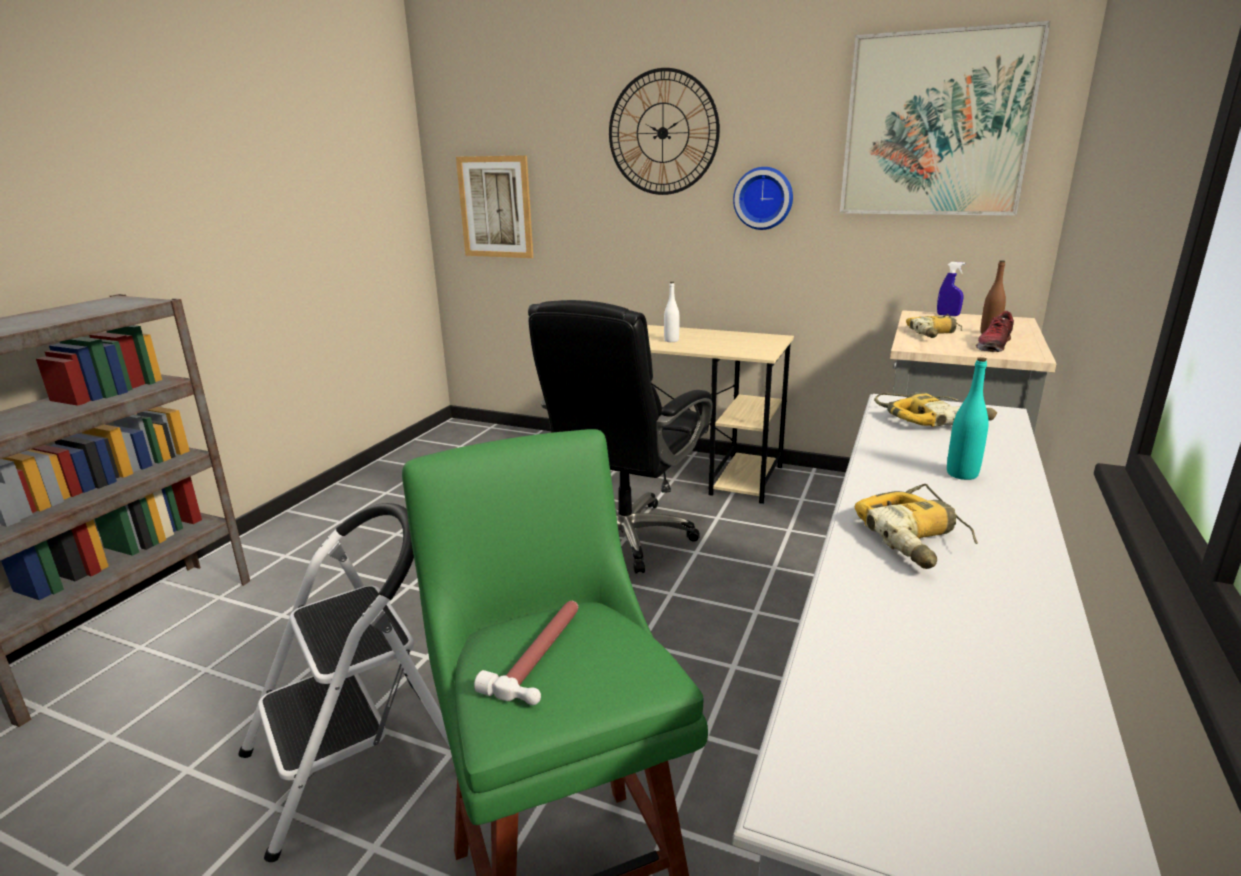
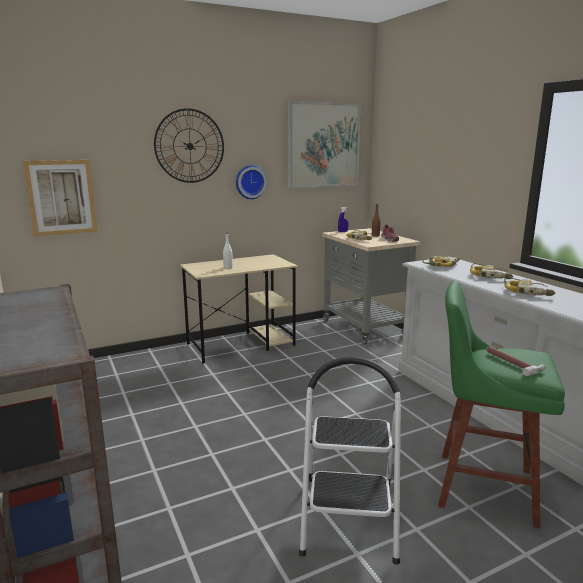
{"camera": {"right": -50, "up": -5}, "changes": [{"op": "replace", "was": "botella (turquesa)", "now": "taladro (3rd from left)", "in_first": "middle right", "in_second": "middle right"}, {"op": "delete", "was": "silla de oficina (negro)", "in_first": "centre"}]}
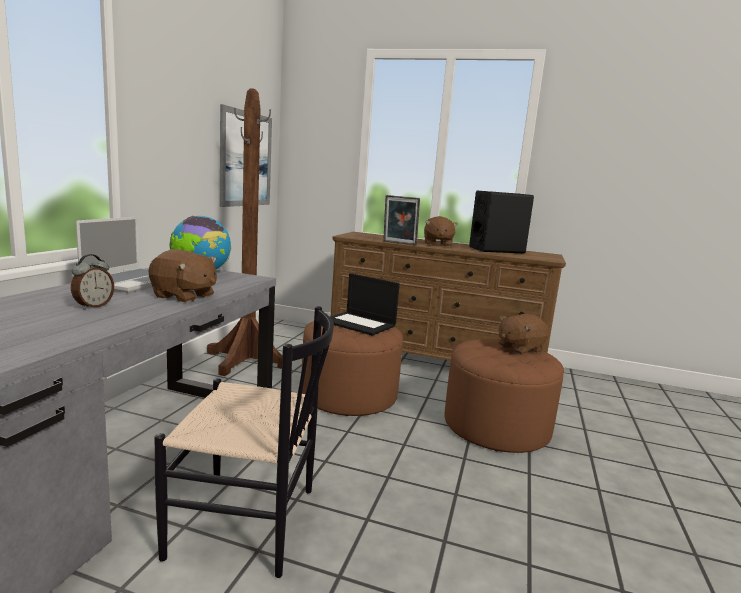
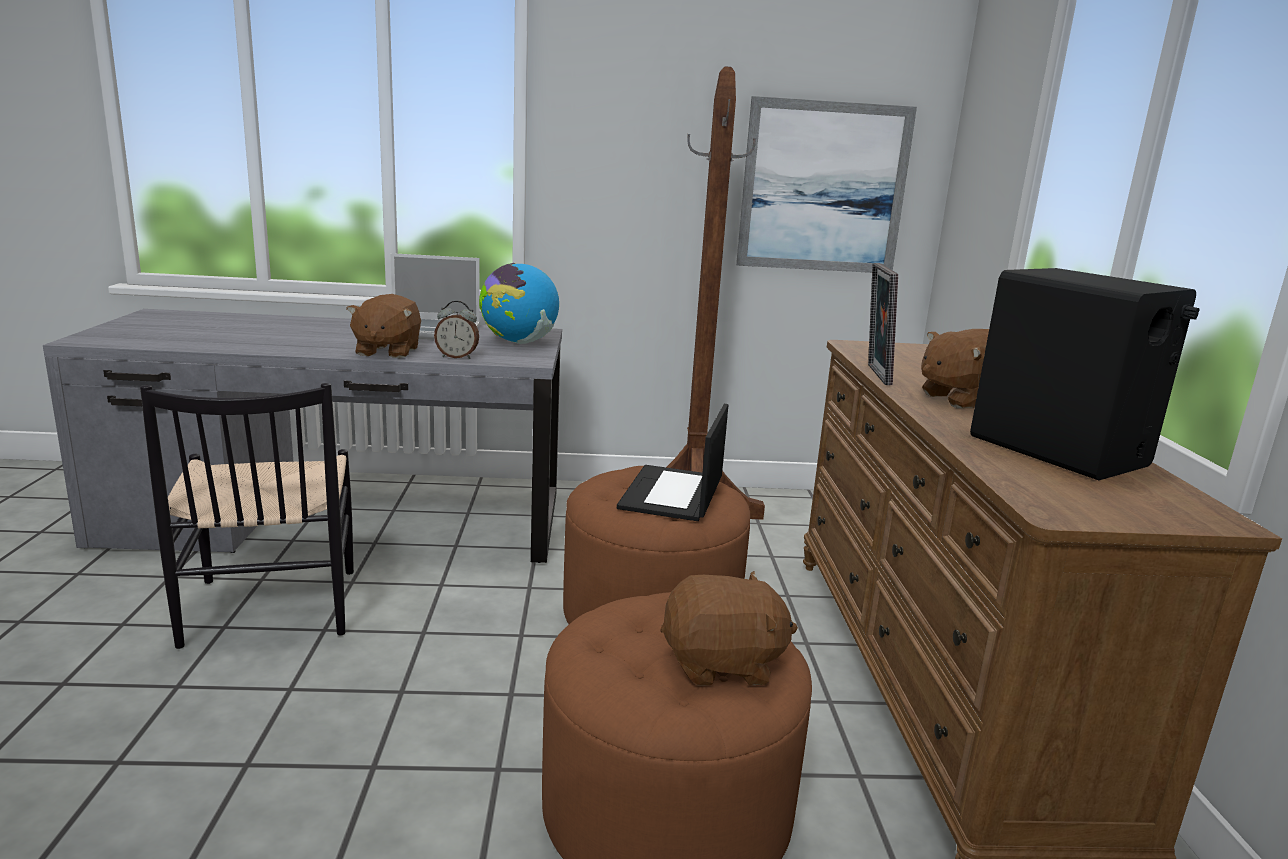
{"camera": {"right": 70, "up": 5}, "changes": [{"op": "move", "was": "despertador", "in_first": "middle left", "in_second": "centre"}, {"op": "rotate", "was": "peluche (marrón) (3rd from left in the first image)", "in_first": "middle right", "in_second": "bottom centre", "clockwise": 135}]}
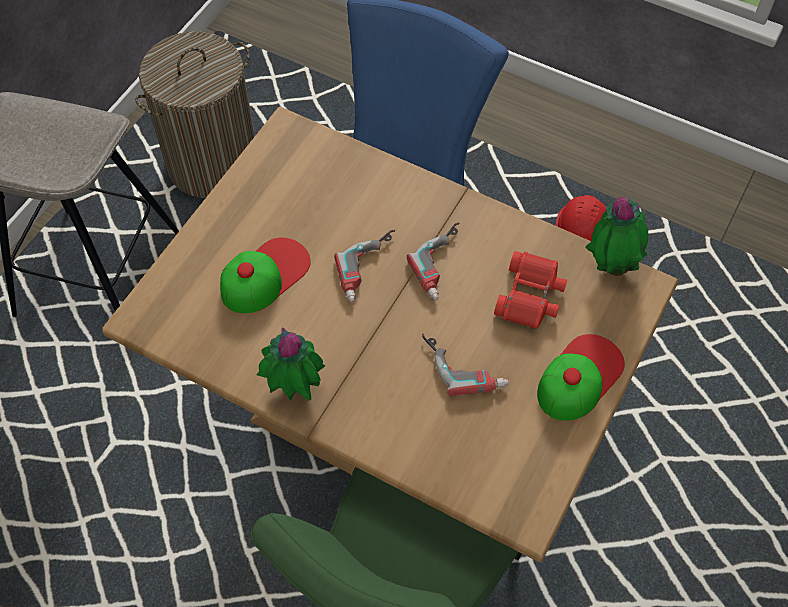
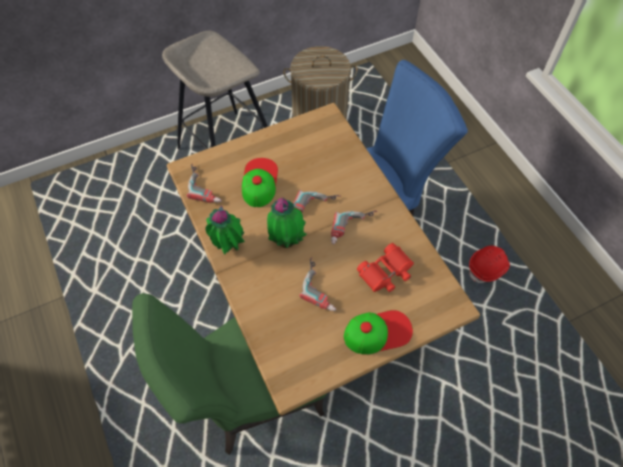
{"camera": {"right": 35, "up": 0}, "changes": [{"op": "insert", "now": "taladro (1st from left)", "in_second": "middle left"}, {"op": "rotate", "was": "gorra (1st from left)", "in_first": "centre", "in_second": "centre", "clockwise": -75}, {"op": "move", "was": "planta en maceta (2nd from left)", "in_first": "middle right", "in_second": "centre"}]}
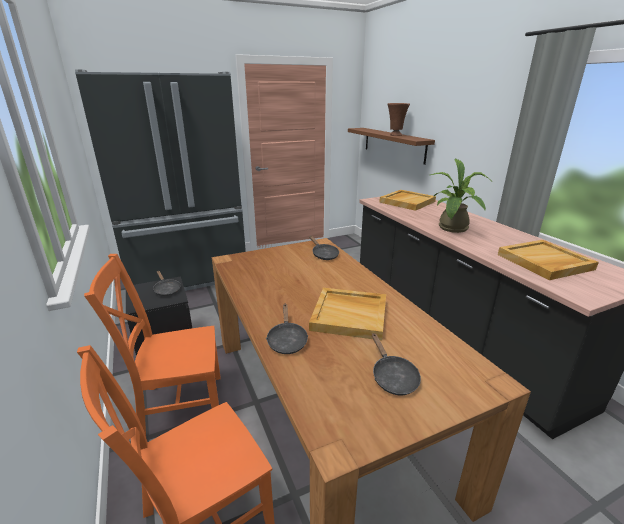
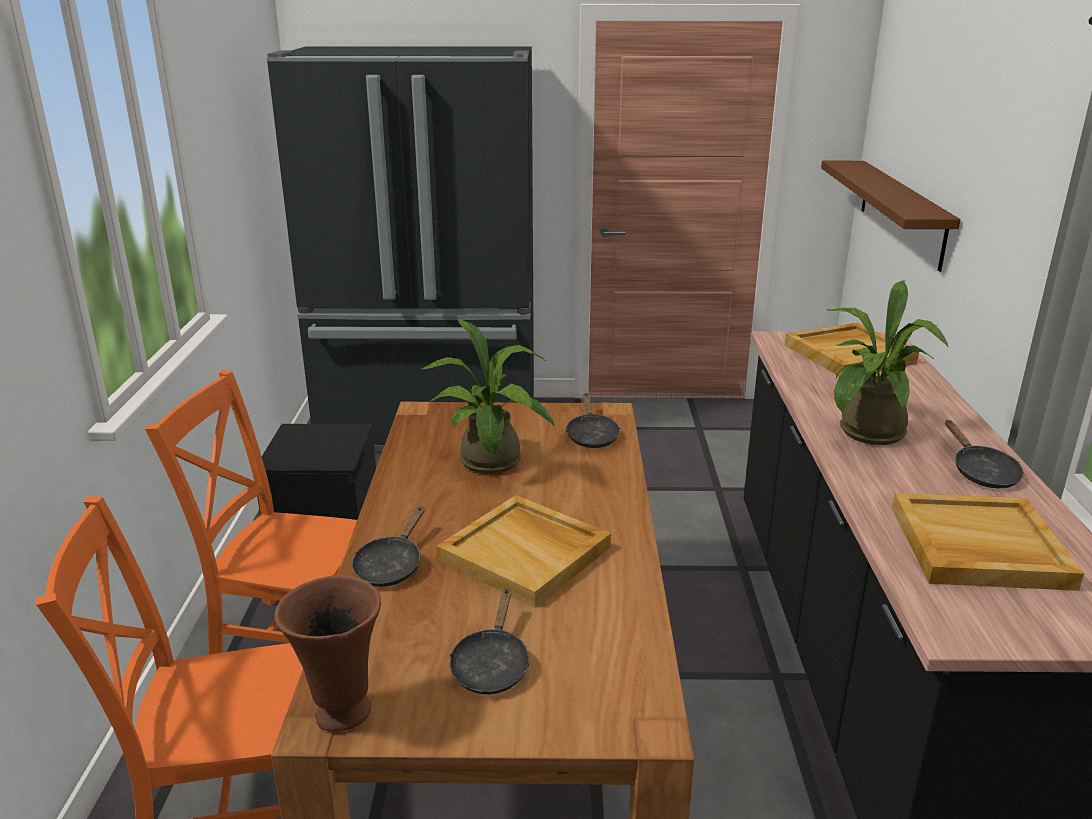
{"camera": {"right": 25, "up": 0}, "changes": [{"op": "move", "was": "florero (marrón)", "in_first": "top centre", "in_second": "bottom left"}, {"op": "insert", "now": "planta en maceta (1st from left)", "in_second": "centre"}, {"op": "move", "was": "sartén (negro) (1st from left in the first image)", "now": "sartén (negro) (4th from left)", "in_first": "middle left", "in_second": "middle right"}]}
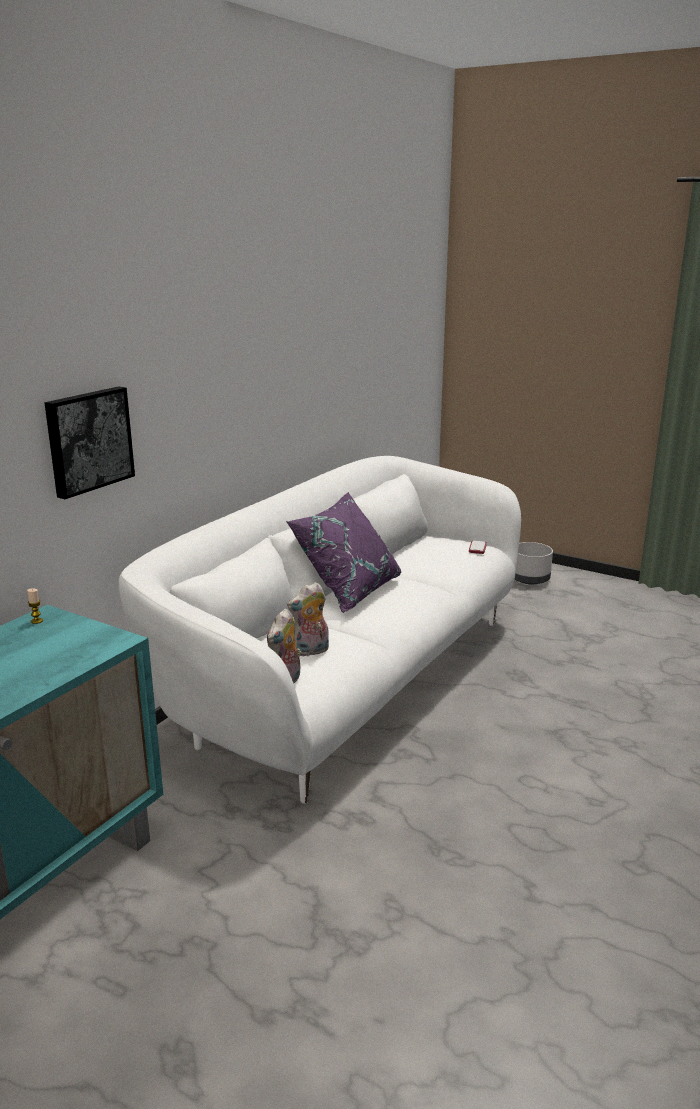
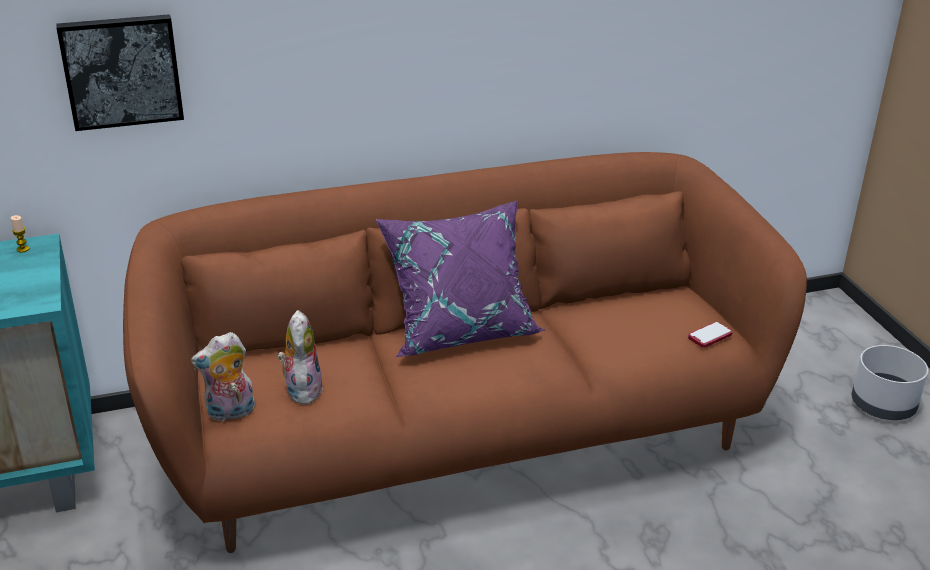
{"camera": {"right": 40, "up": 10}, "changes": [{"op": "recolor", "was": "sofá (blanco)", "now": "sofá (marrón)", "in_first": "centre", "in_second": "centre"}, {"op": "rotate", "was": "peluche (2nd from left)", "in_first": "centre", "in_second": "middle left", "clockwise": 75}]}
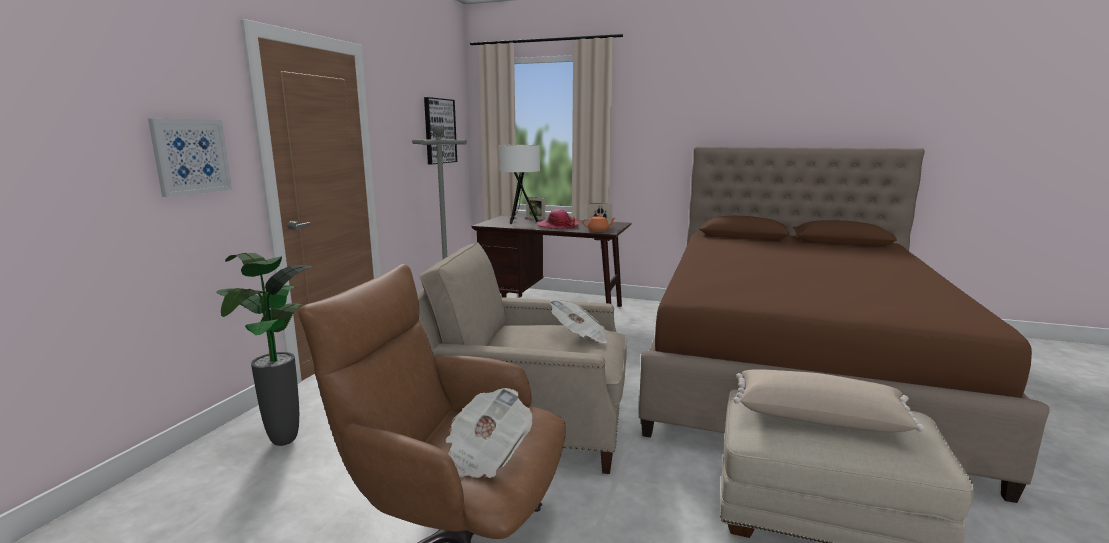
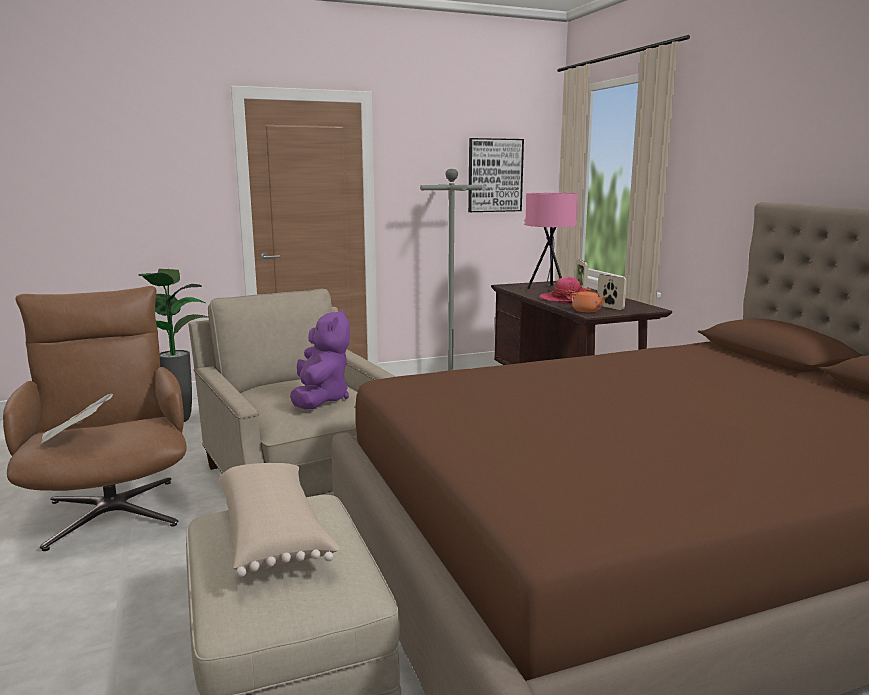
{"camera": {"right": 50, "up": 0}, "changes": [{"op": "replace", "was": "periódico (2nd from left)", "now": "peluche (morado)", "in_first": "centre", "in_second": "centre"}, {"op": "recolor", "was": "lámpara de mesa (blanco)", "now": "lámpara de mesa (rosa)", "in_first": "centre", "in_second": "centre"}, {"op": "delete", "was": "cuadro (1st from left)", "in_first": "top left"}]}
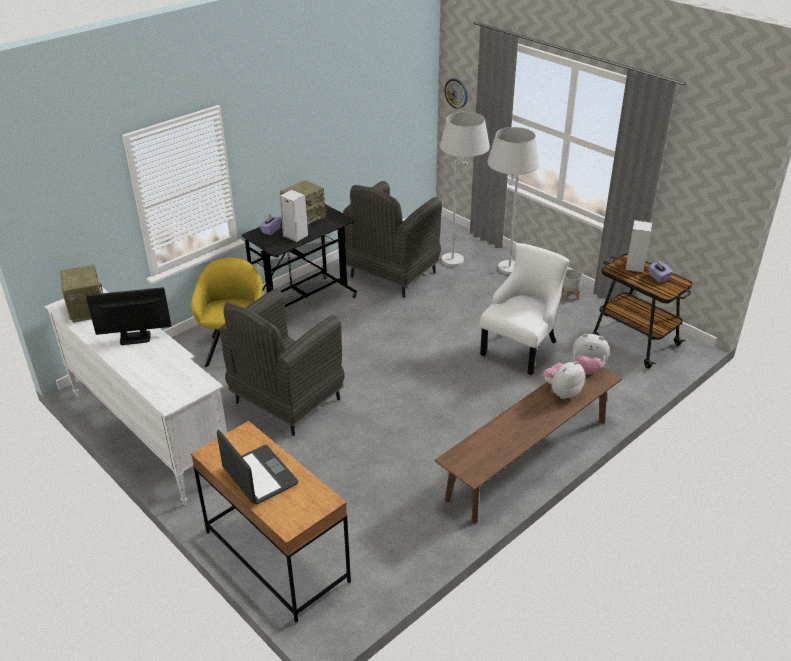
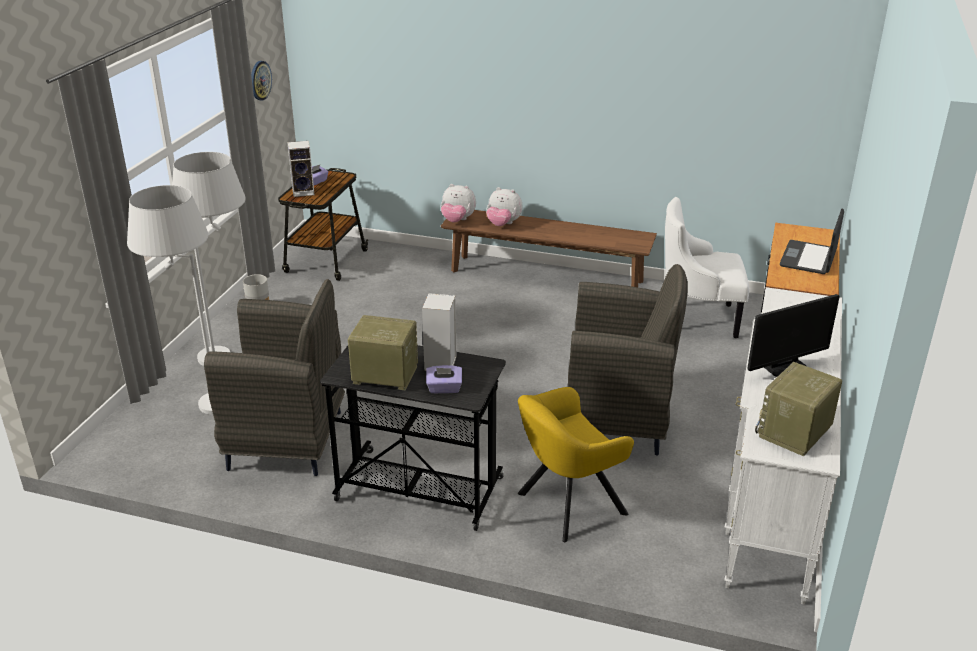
{"camera": {"right": -120, "up": -5}, "changes": [{"op": "move", "was": "reloj de pared", "in_first": "top centre", "in_second": "top left"}, {"op": "rotate", "was": "peluche (2nd from left in the first image)", "in_first": "middle right", "in_second": "top centre", "clockwise": 120}, {"op": "move", "was": "silla (blanco)", "in_first": "centre", "in_second": "middle right"}, {"op": "rotate", "was": "monitor", "in_first": "middle left", "in_second": "middle right", "clockwise": -75}]}
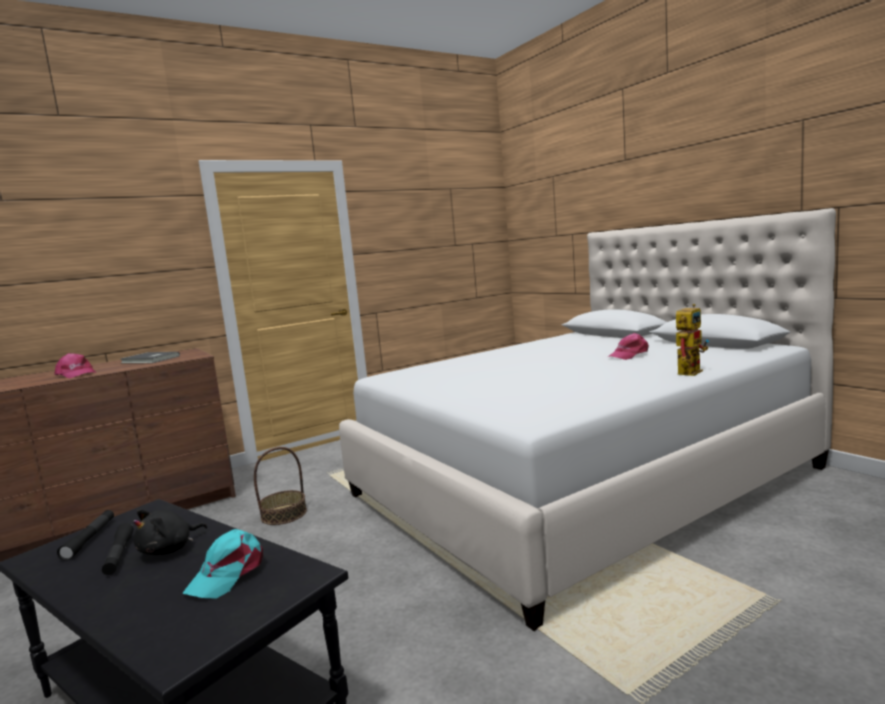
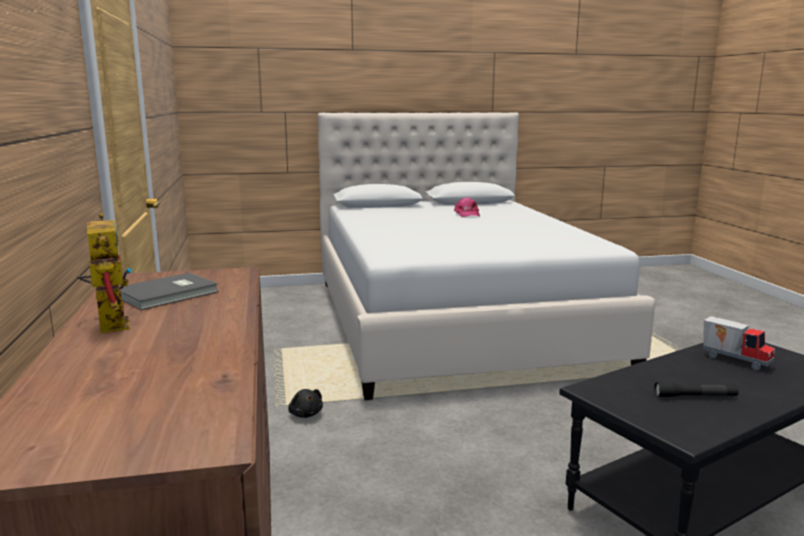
{"camera": {"right": -70, "up": 5}, "changes": [{"op": "move", "was": "robot de juguete", "in_first": "middle right", "in_second": "middle left"}, {"op": "move", "was": "peluche (negro)", "in_first": "bottom left", "in_second": "bottom centre"}, {"op": "replace", "was": "gorra (turquesa)", "now": "camión de juguete", "in_first": "bottom left", "in_second": "middle right"}, {"op": "delete", "was": "gorra (rosa) (1st from left)", "in_first": "middle left"}, {"op": "delete", "was": "linterna (negro) (1st from left)", "in_first": "bottom left"}, {"op": "delete", "was": "cesta", "in_first": "bottom left"}]}
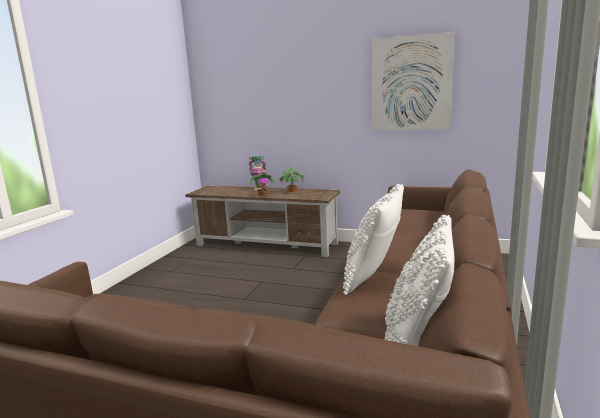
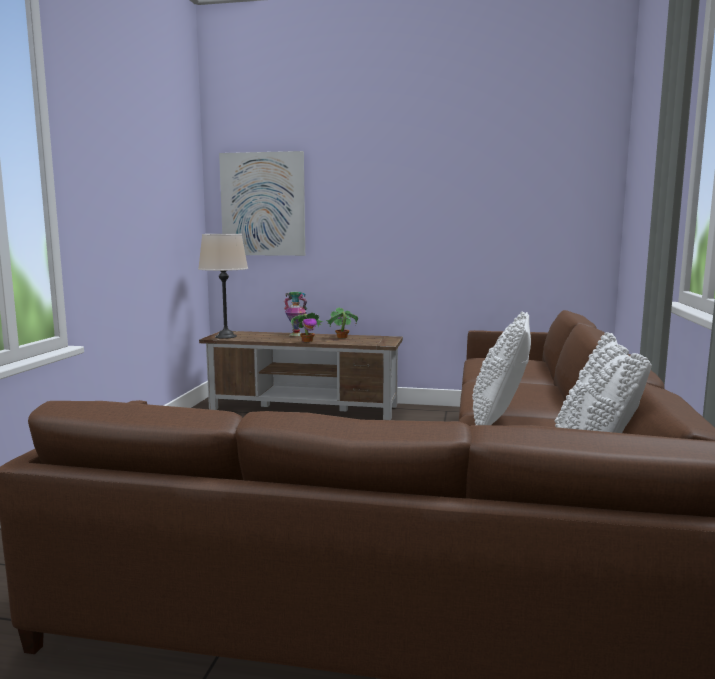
{"camera": {"right": -10, "up": -5}, "changes": [{"op": "insert", "now": "lámpara de mesa (beis)", "in_second": "middle left"}, {"op": "move", "was": "cuadro", "in_first": "top right", "in_second": "top centre"}]}
